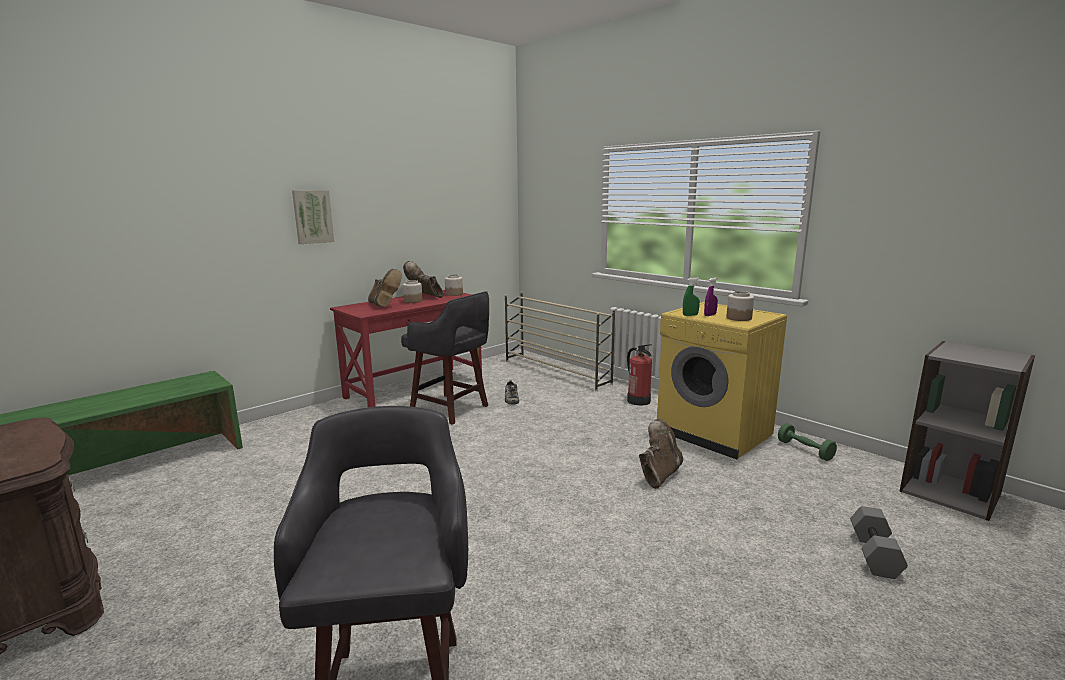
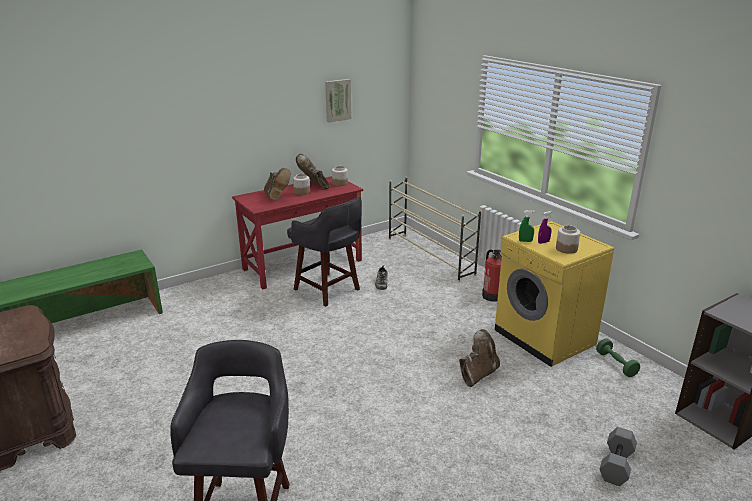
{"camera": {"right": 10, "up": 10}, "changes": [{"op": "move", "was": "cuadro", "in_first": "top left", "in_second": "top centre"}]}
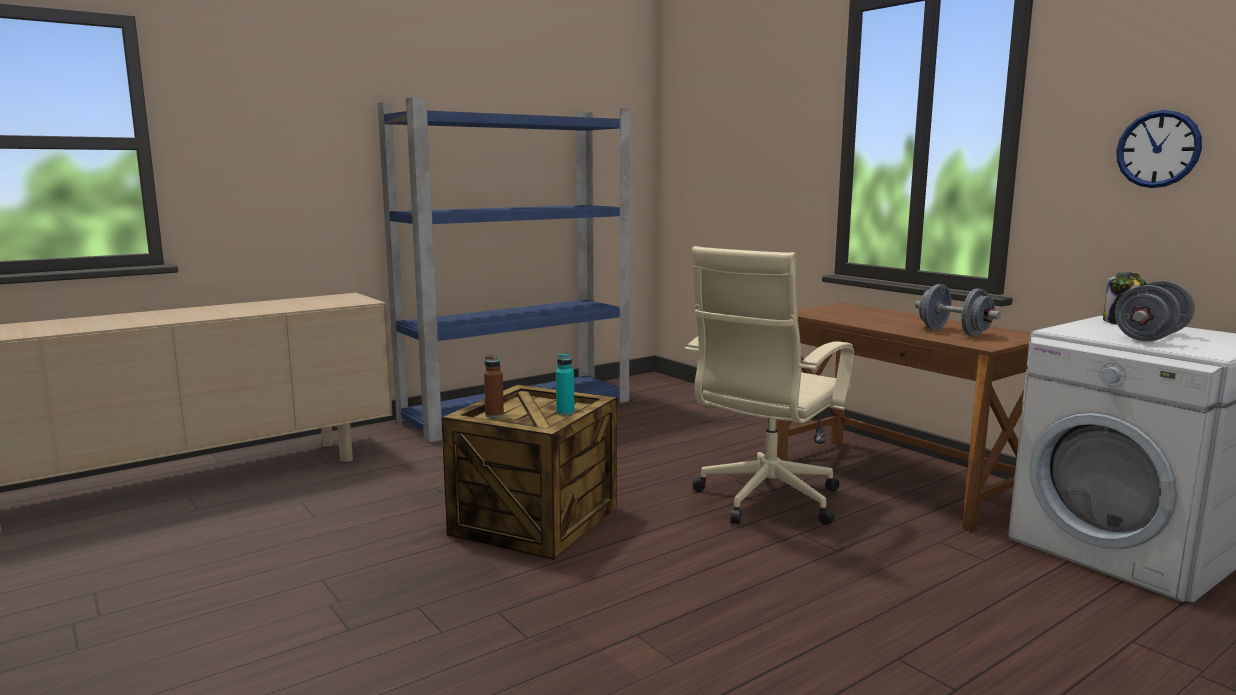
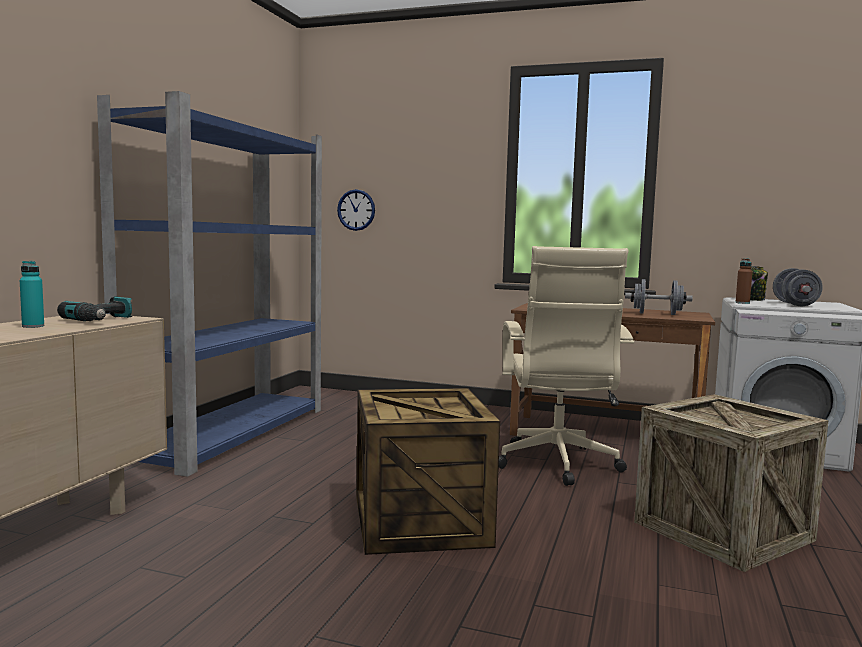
{"camera": {"right": -35, "up": -5}, "changes": [{"op": "move", "was": "botella (turquesa)", "in_first": "centre", "in_second": "middle left"}, {"op": "insert", "now": "taladro", "in_second": "middle left"}, {"op": "move", "was": "reloj de pared", "in_first": "top right", "in_second": "top centre"}, {"op": "insert", "now": "caja de embalaje (2nd from left)", "in_second": "bottom right"}, {"op": "move", "was": "botella (marrón)", "in_first": "centre", "in_second": "middle right"}]}
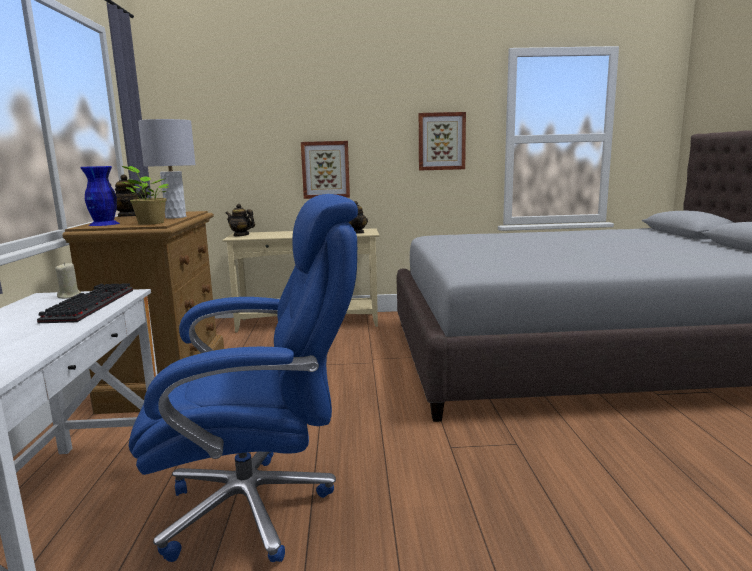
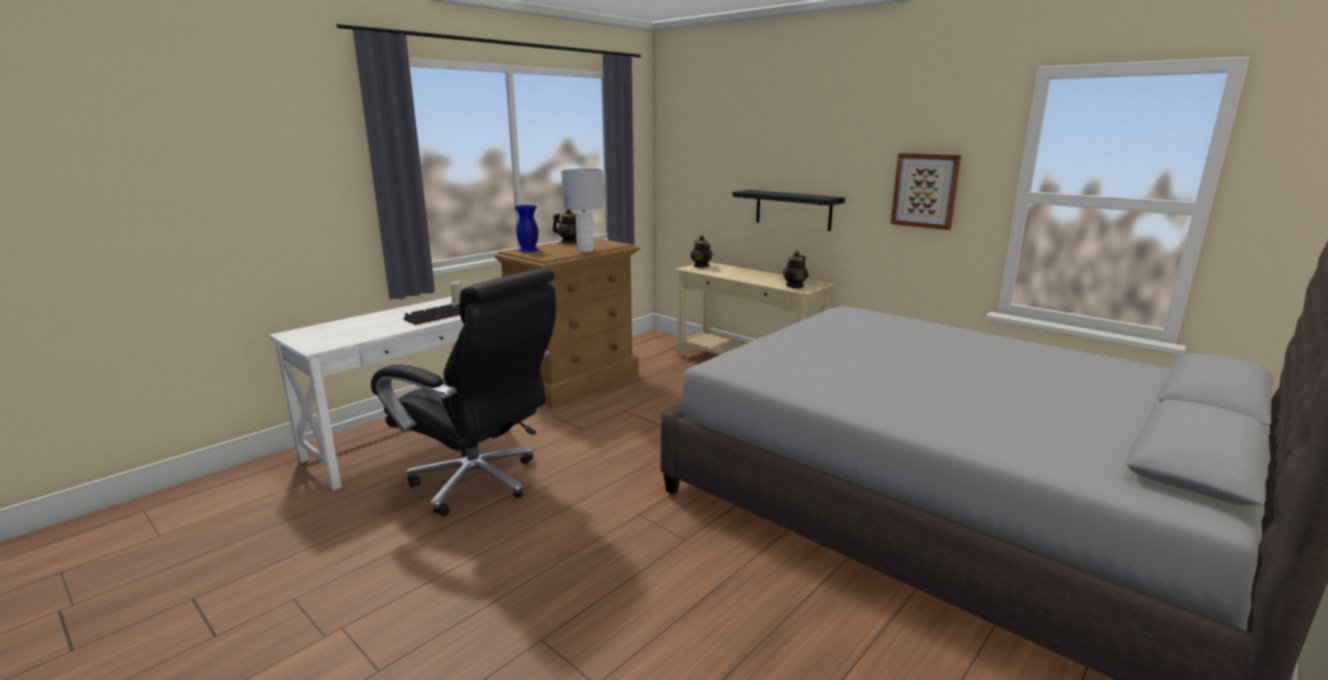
{"camera": {"right": 45, "up": 5}, "changes": [{"op": "recolor", "was": "silla de oficina (azul)", "now": "silla de oficina (negro)", "in_first": "middle left", "in_second": "centre"}, {"op": "replace", "was": "cuadro (1st from left)", "now": "estante (negro)", "in_first": "top centre", "in_second": "top centre"}, {"op": "delete", "was": "planta en maceta", "in_first": "middle left"}]}
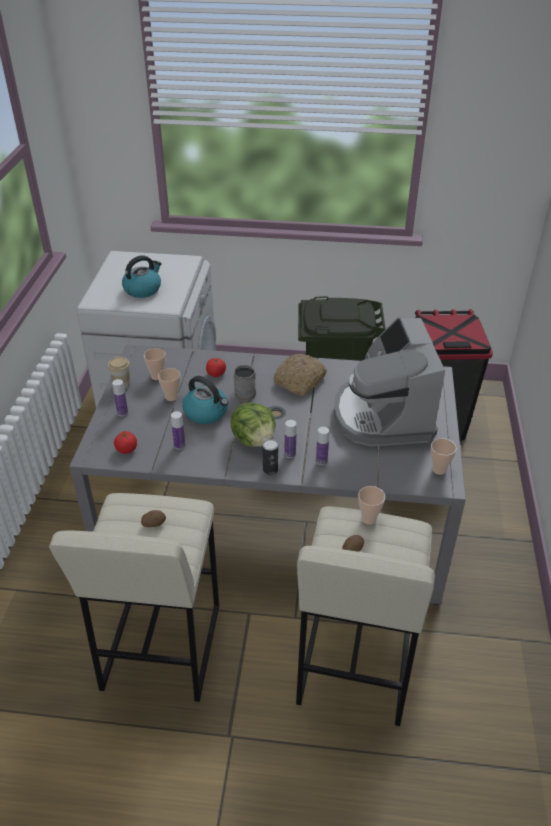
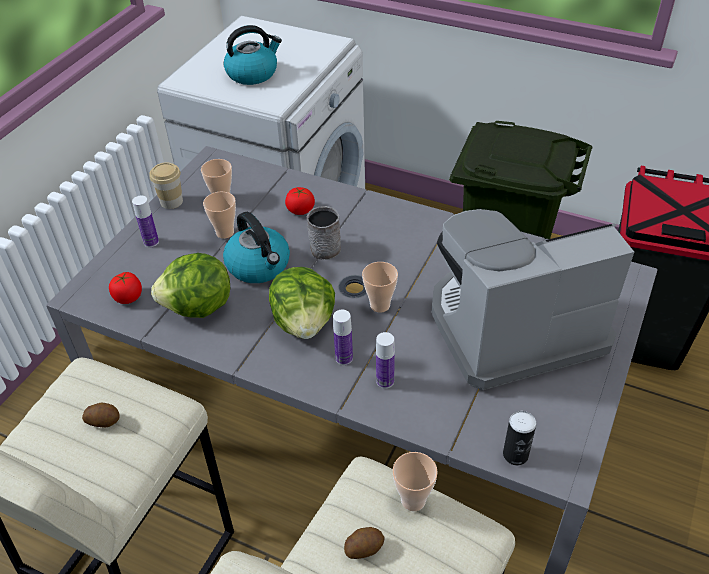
{"camera": {"right": 20, "up": 5}, "changes": [{"op": "replace", "was": "botella (2nd from left)", "now": "lechuga (1st from left)", "in_first": "middle left", "in_second": "middle left"}, {"op": "move", "was": "taza (5th from left in the first image)", "now": "taza (4th from left)", "in_first": "middle right", "in_second": "centre"}, {"op": "rotate", "was": "cafetera", "in_first": "middle right", "in_second": "middle right", "clockwise": 60}, {"op": "move", "was": "lata", "in_first": "centre", "in_second": "bottom right"}, {"op": "delete", "was": "pan", "in_first": "centre"}]}
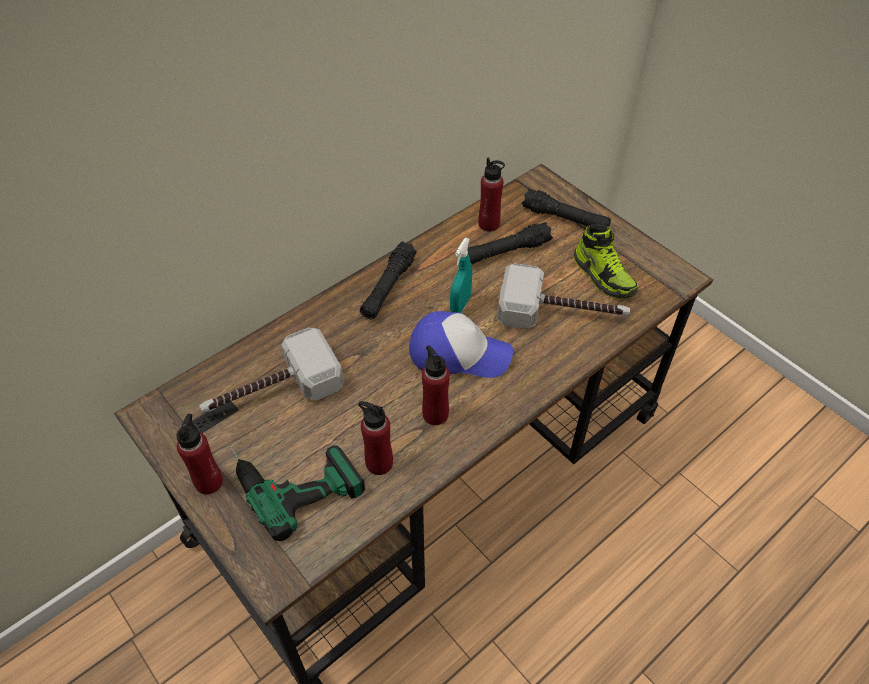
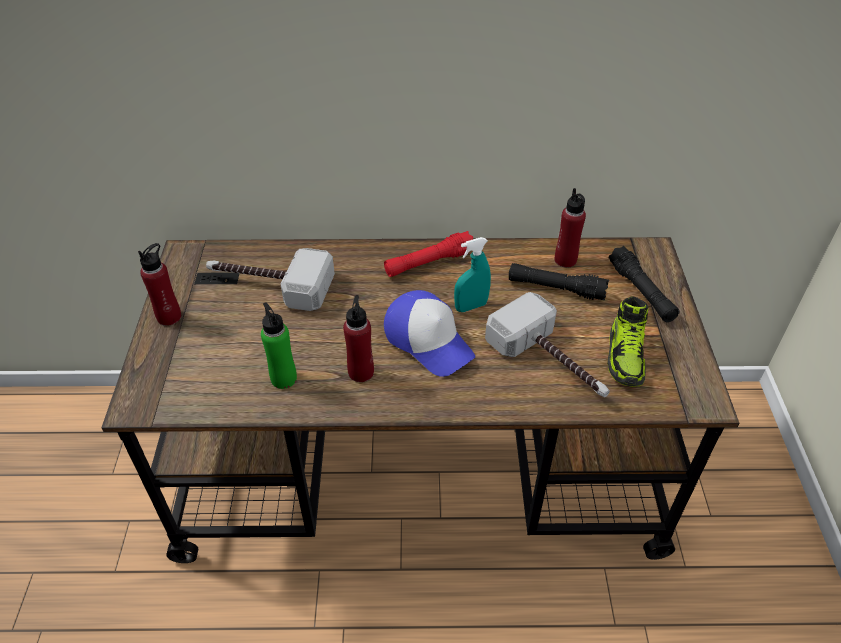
{"camera": {"right": 40, "up": -5}, "changes": [{"op": "recolor", "was": "botella (rojo) (2nd from left)", "now": "botella (verde)", "in_first": "centre", "in_second": "middle left"}, {"op": "recolor", "was": "linterna (negro) (1st from left)", "now": "linterna (rojo)", "in_first": "centre", "in_second": "centre"}, {"op": "delete", "was": "taladro", "in_first": "bottom centre"}]}
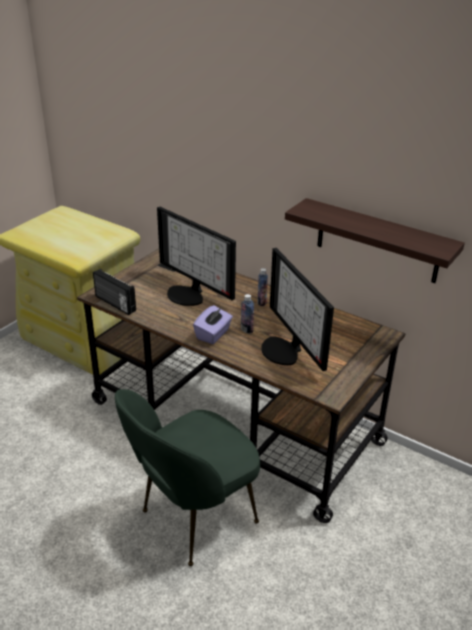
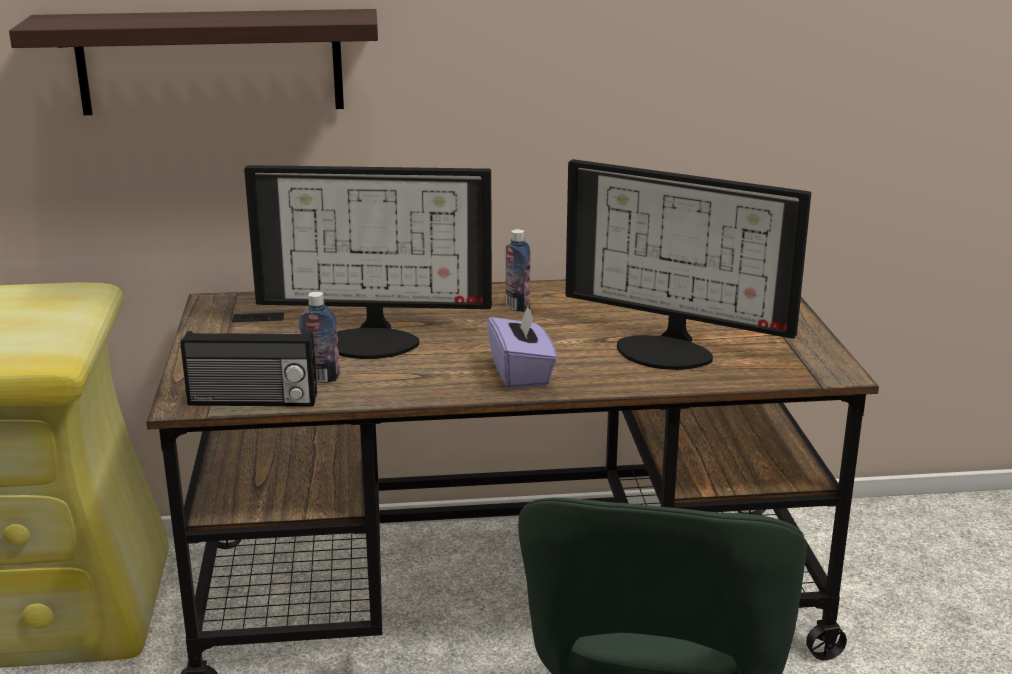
{"camera": {"right": -40, "up": -10}, "changes": [{"op": "move", "was": "estante", "in_first": "middle right", "in_second": "top left"}, {"op": "move", "was": "botella (1st from left)", "in_first": "centre", "in_second": "middle left"}]}
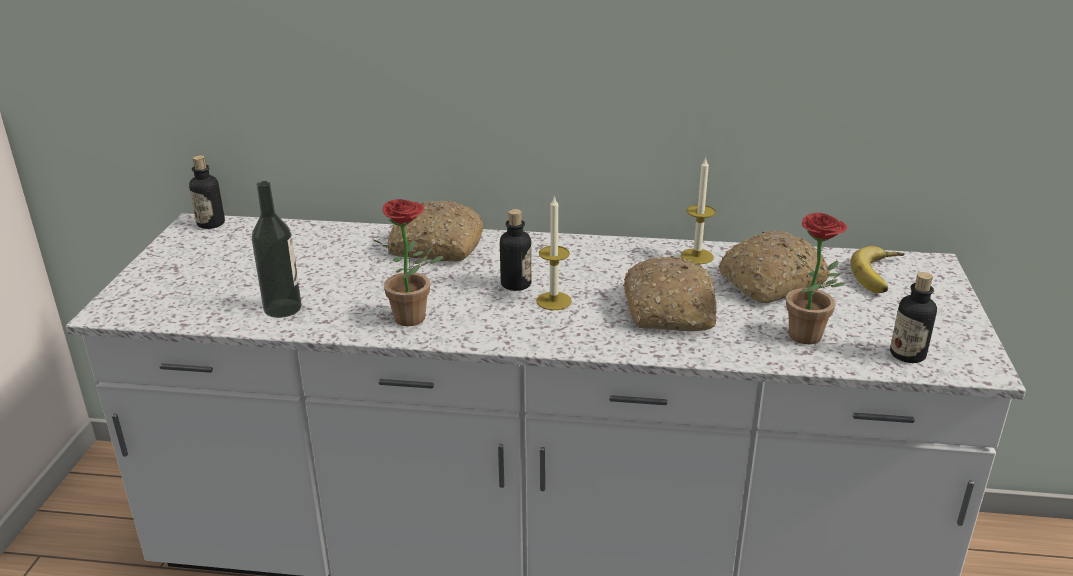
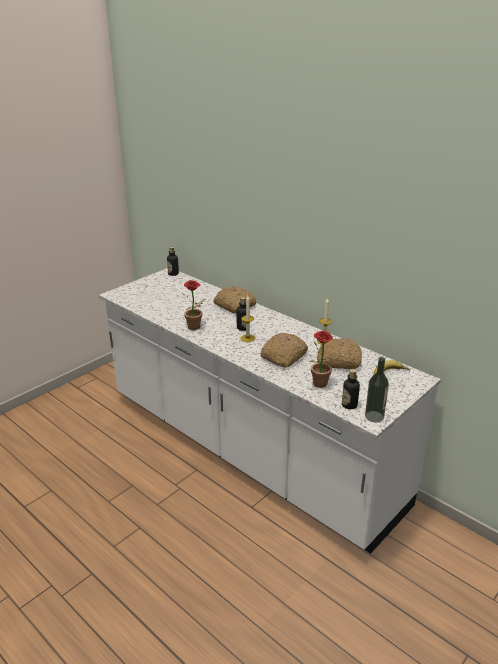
{"camera": {"right": 35, "up": 0}, "changes": [{"op": "move", "was": "botella (2nd from left in the first image)", "now": "botella (4th from left)", "in_first": "middle left", "in_second": "middle right"}]}
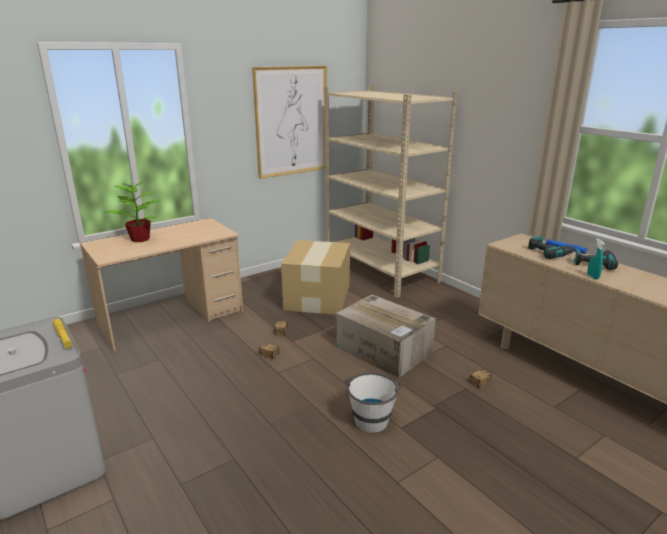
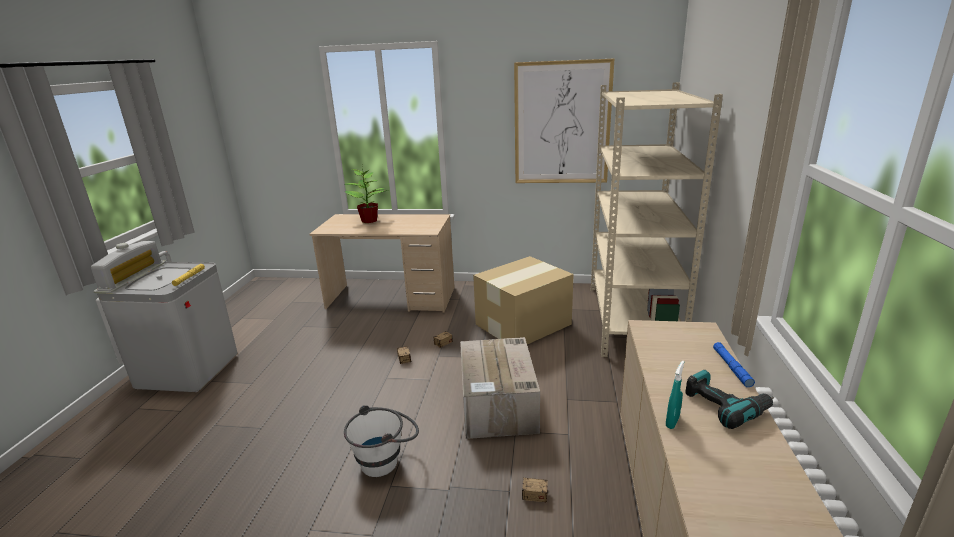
{"camera": {"right": 45, "up": 0}, "changes": [{"op": "delete", "was": "taladro (1st from left)", "in_first": "middle right"}]}
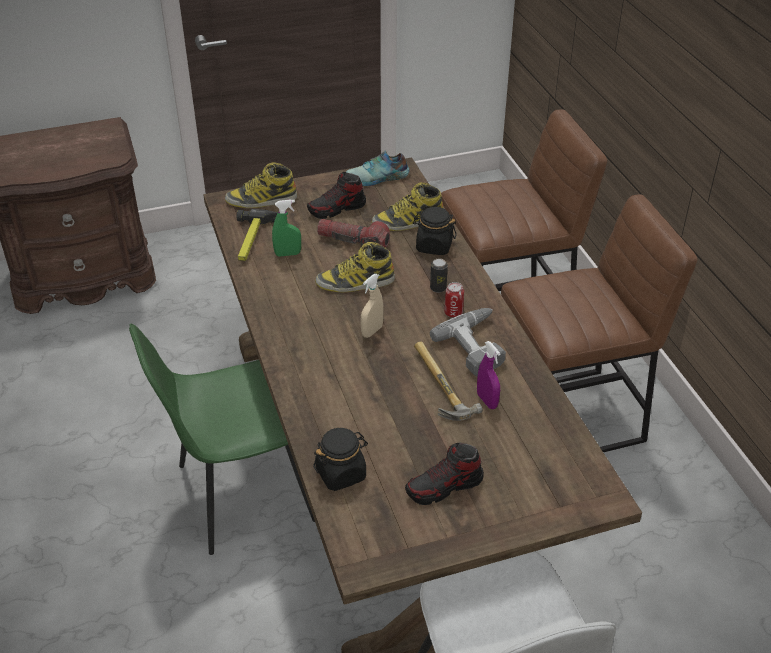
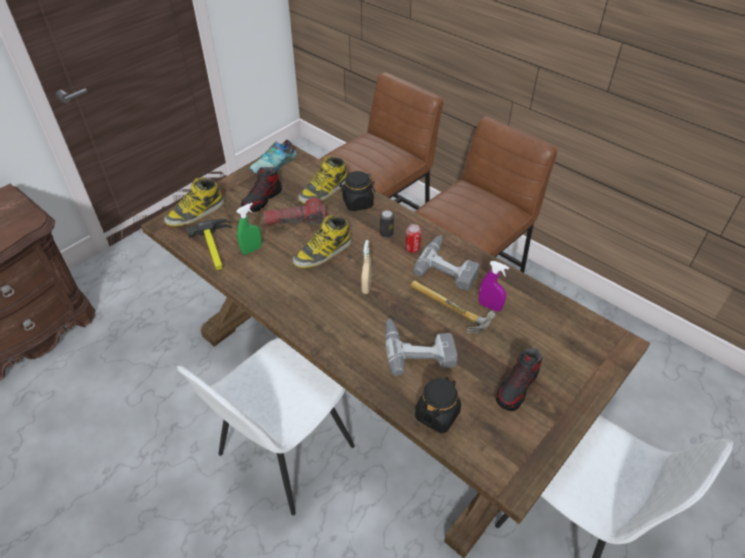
{"camera": {"right": -30, "up": 5}, "changes": [{"op": "recolor", "was": "silla (verde)", "now": "silla (blanco) (1st from left)", "in_first": "bottom left", "in_second": "bottom centre"}, {"op": "insert", "now": "taladro (1st from left)", "in_second": "centre"}]}
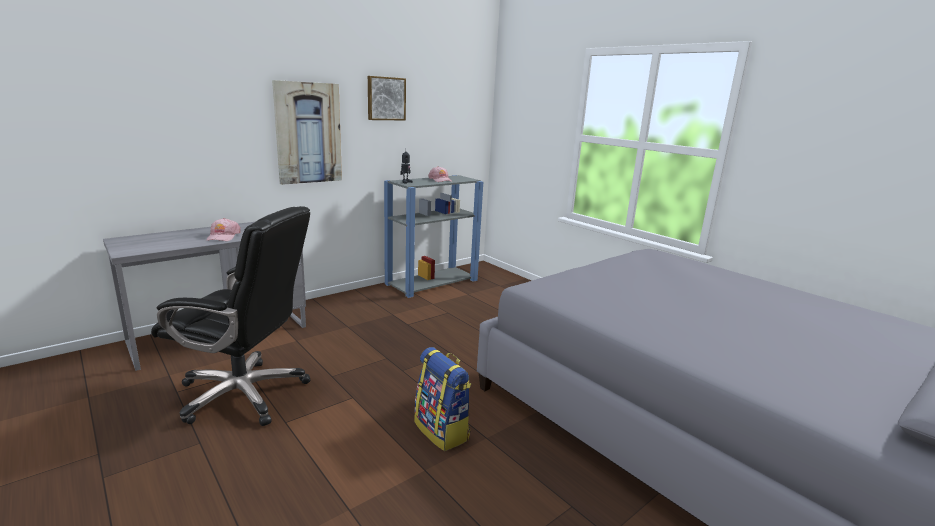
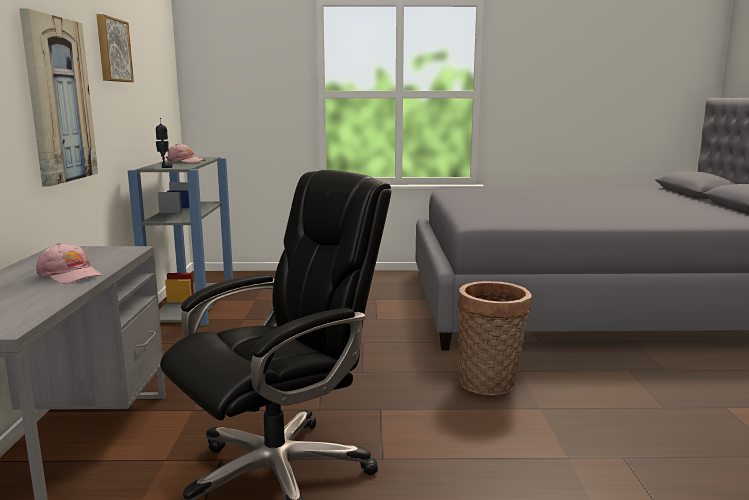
{"camera": {"right": -50, "up": -5}, "changes": [{"op": "replace", "was": "mochila", "now": "cesta", "in_first": "bottom centre", "in_second": "bottom centre"}]}
